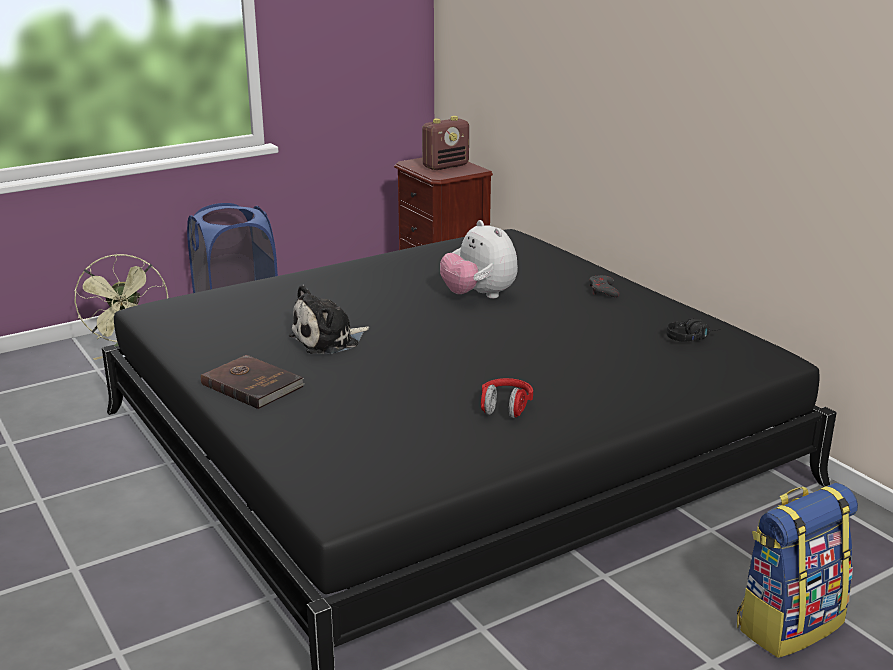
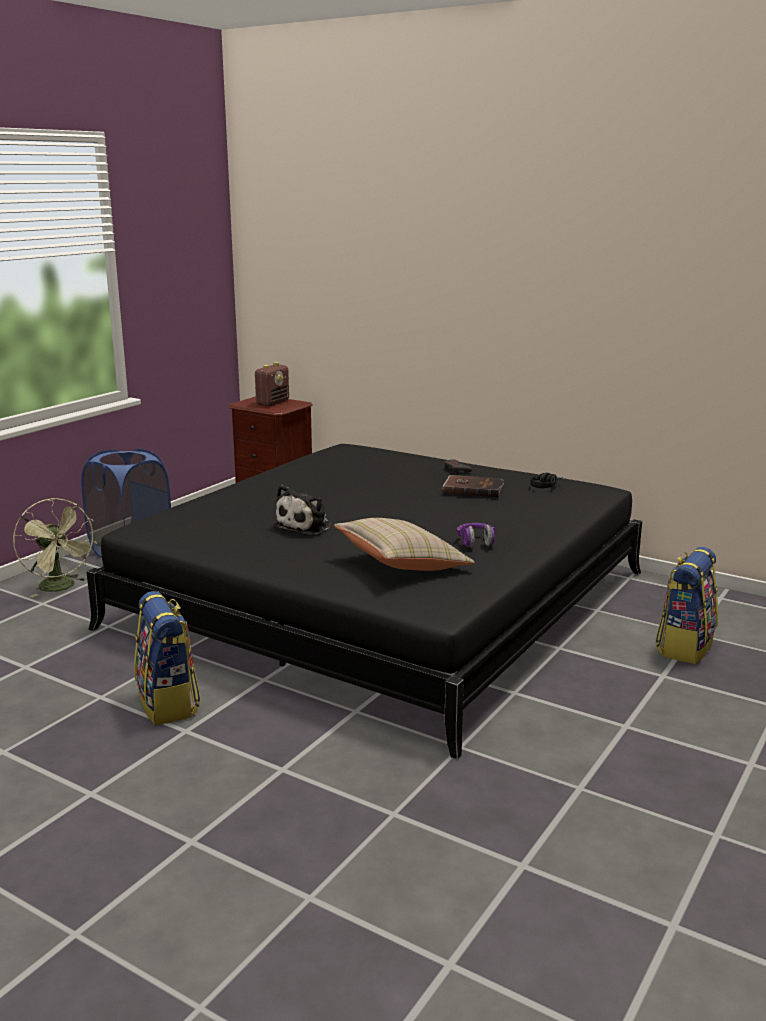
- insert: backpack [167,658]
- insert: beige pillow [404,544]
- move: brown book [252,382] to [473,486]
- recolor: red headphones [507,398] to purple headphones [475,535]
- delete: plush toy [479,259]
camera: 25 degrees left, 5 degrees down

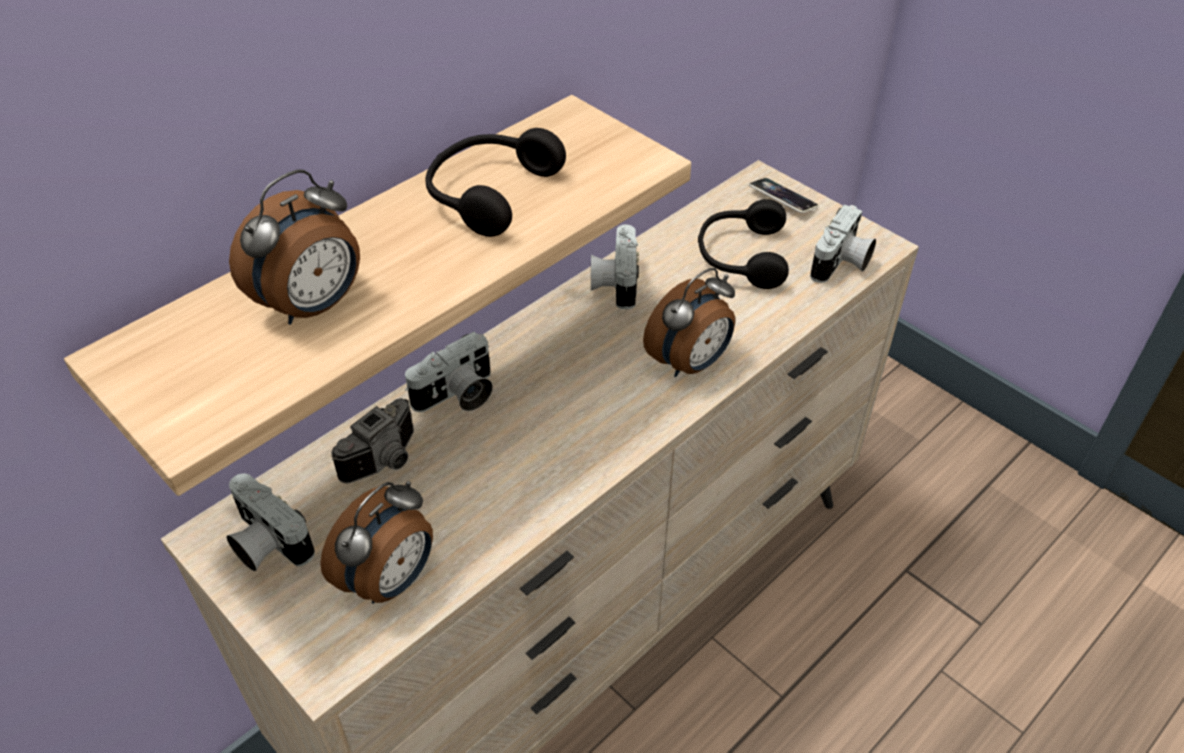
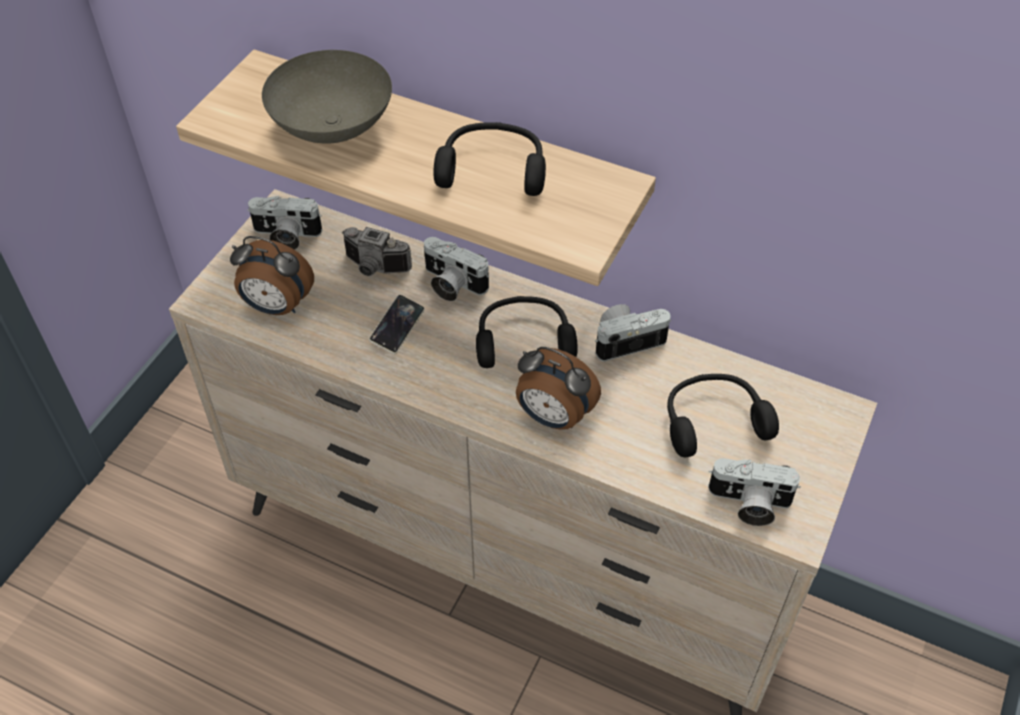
- rotate: photo camera [270,522] = [285,223] 105 degrees counterclockwise
- replace: alarm clock [294,247] to grey bowl [327,97]
- move: phone [783,195] to [397,324]
- insert: black headphones [527,332]
camera: 70 degrees right, 5 degrees up

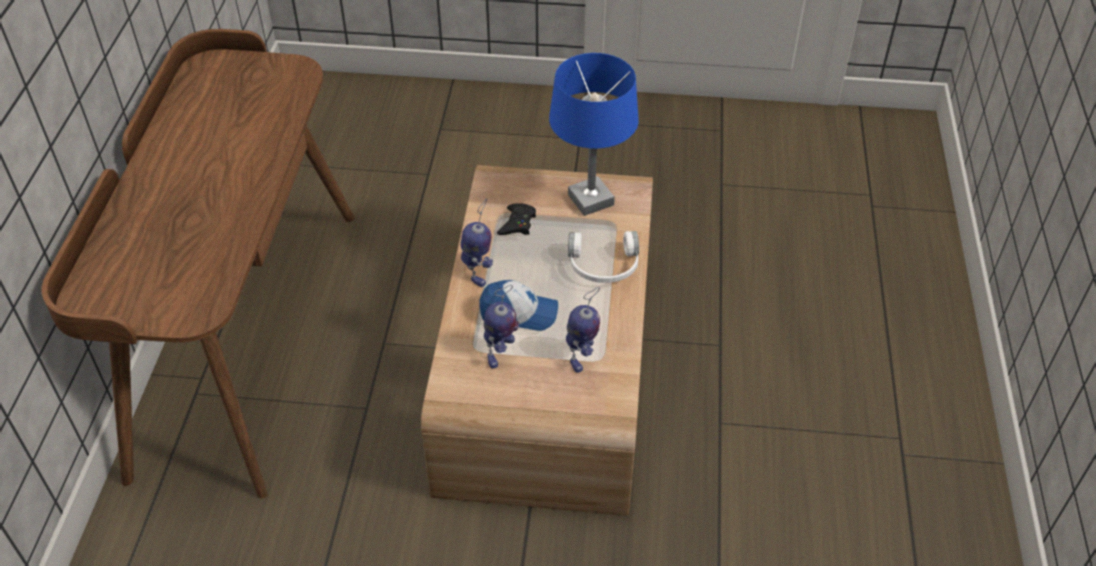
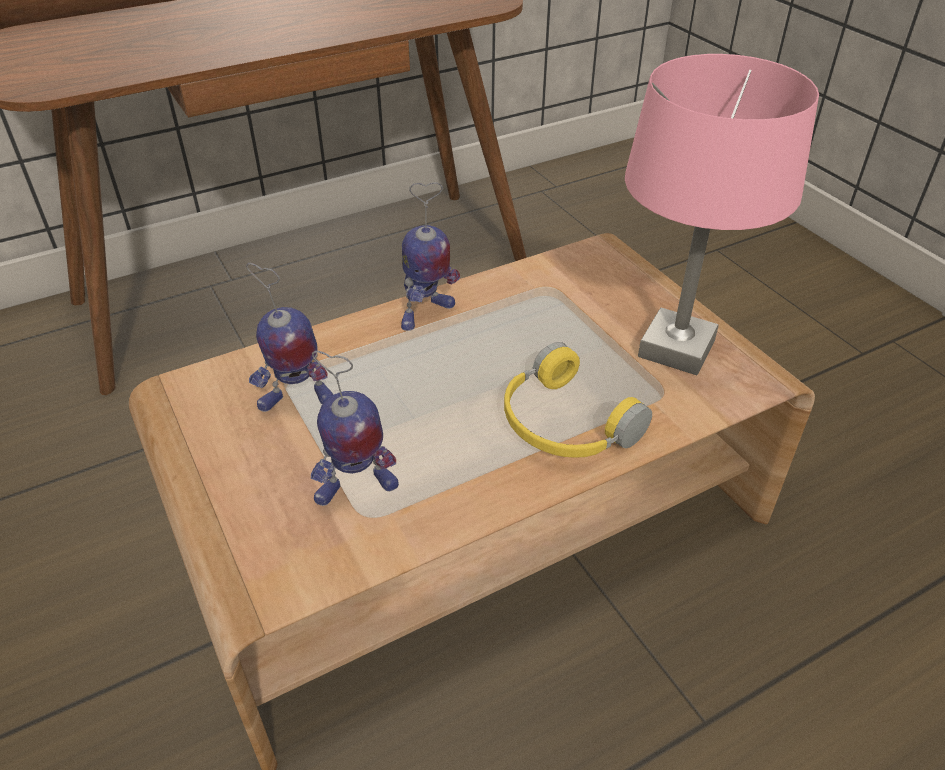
- recolor: white headphones [603,257] to yellow headphones [578,400]
- recolor: blue table lamp [594,134] to pink table lamp [722,214]
- delete: cap [518,305]
- delete: black game controller [516,219]
camera: 55 degrees right, 5 degrees down

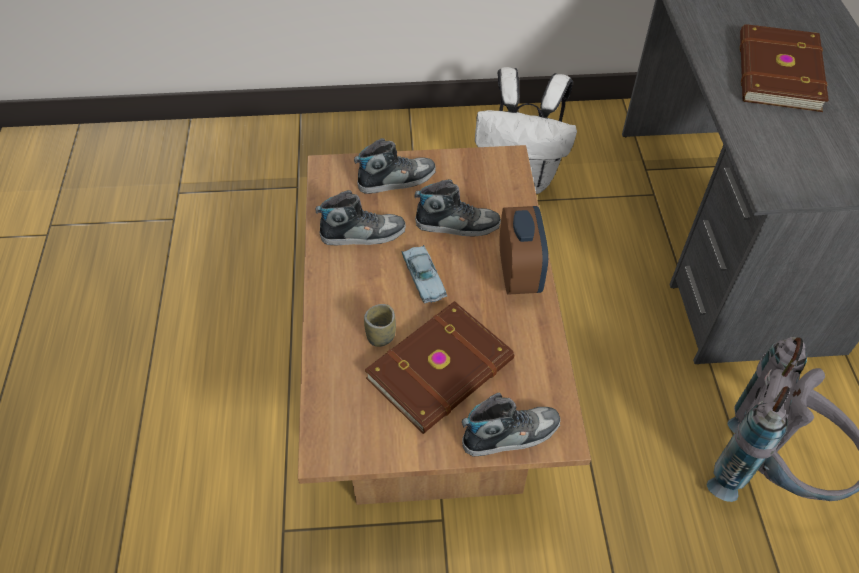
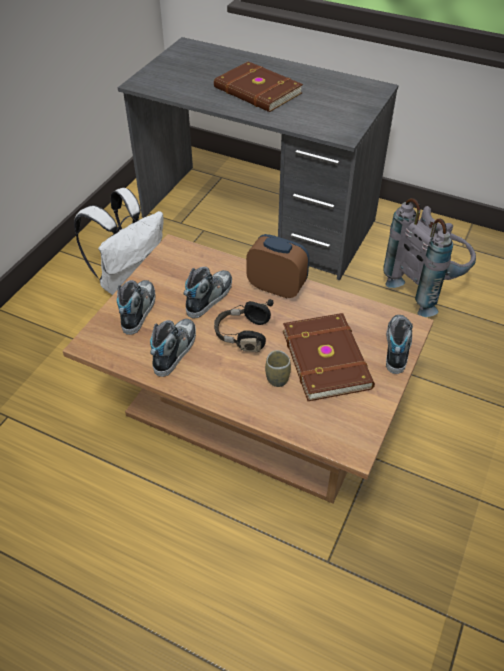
- replace: blue toy car [424,274] to black headphones [244,325]
camera: 60 degrees left, 5 degrees down

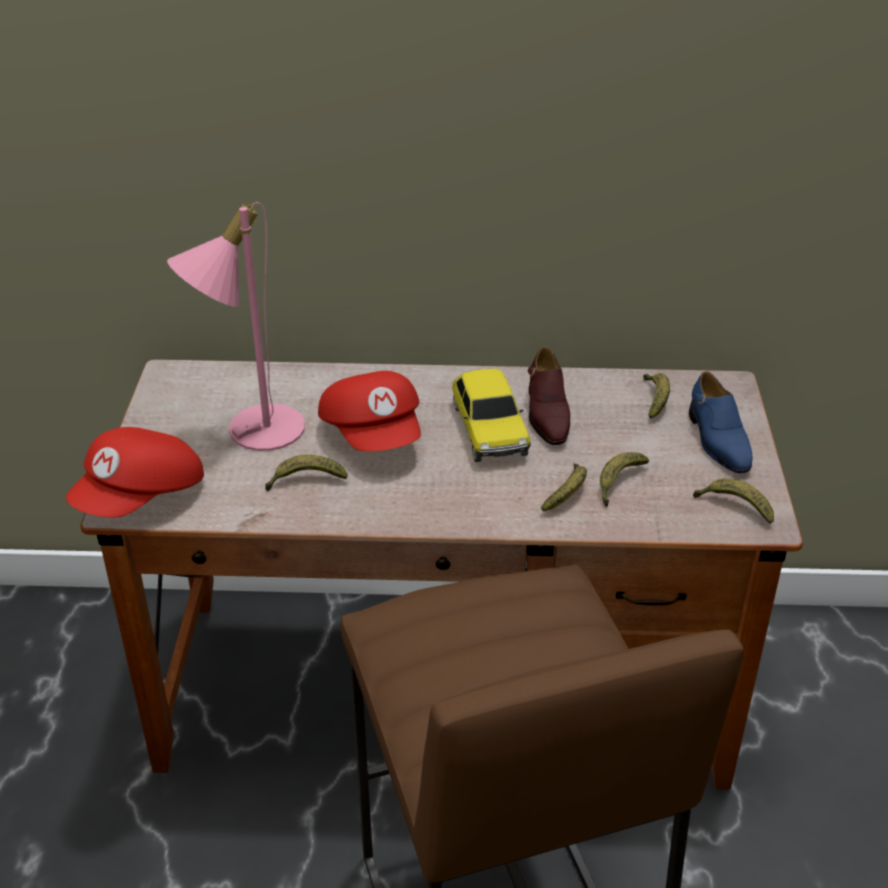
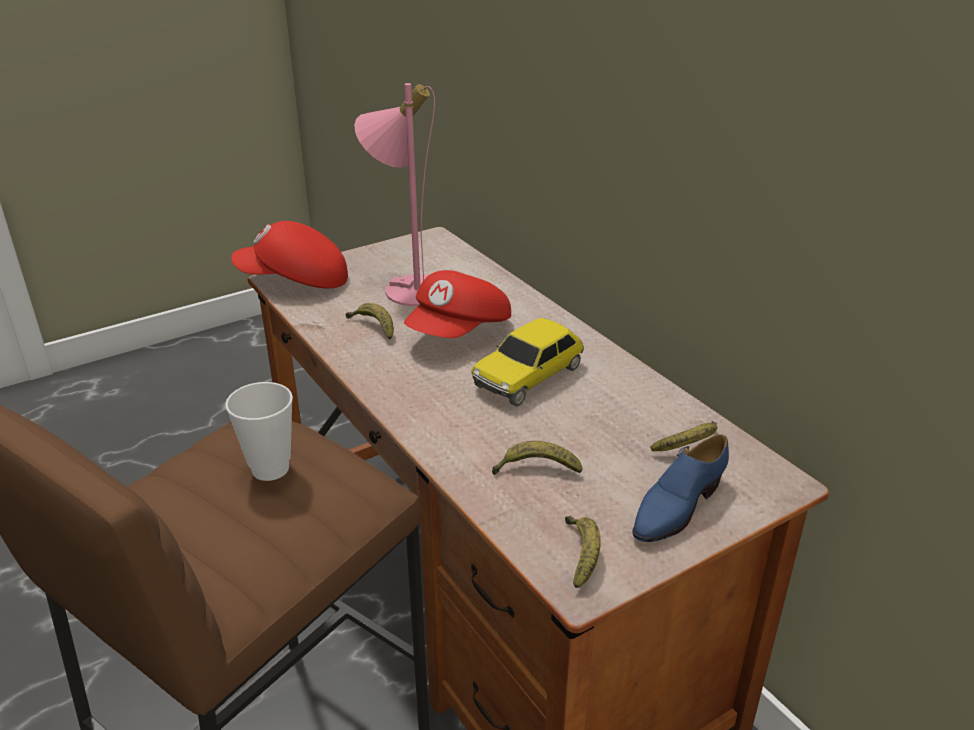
- insert: cup [259,431]
- delete: brown shoe [549,395]
- delete: banana [564,487]
camera: 55 degrees right, 5 degrees down

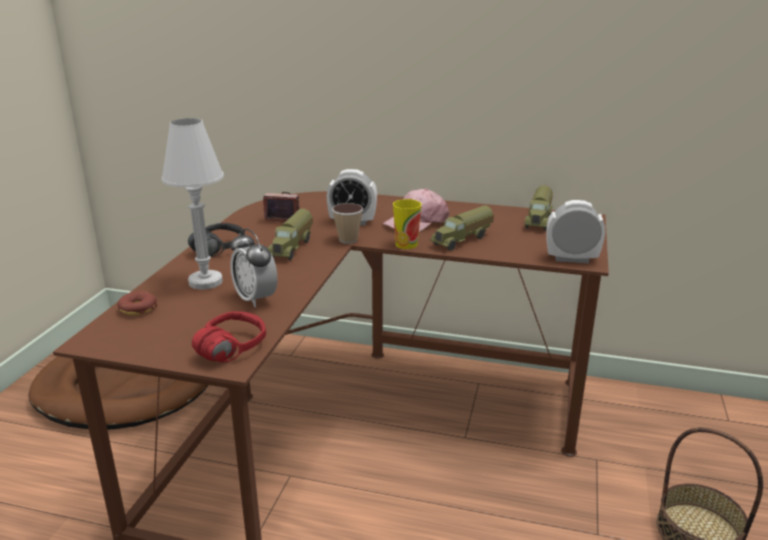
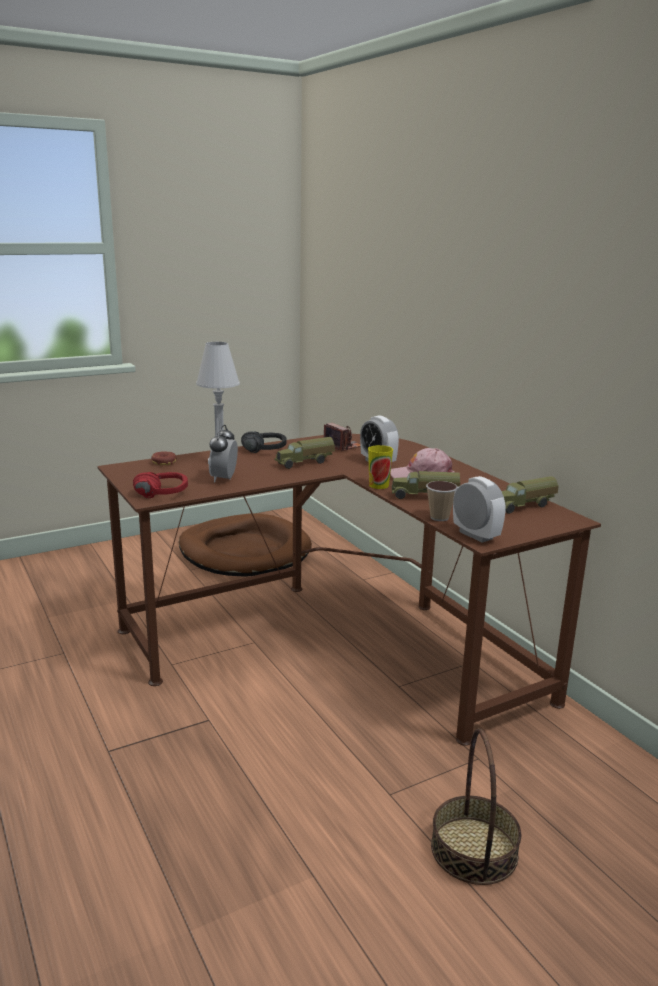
- move: cup [347,223] to [442,501]
camera: 45 degrees right, 5 degrees down

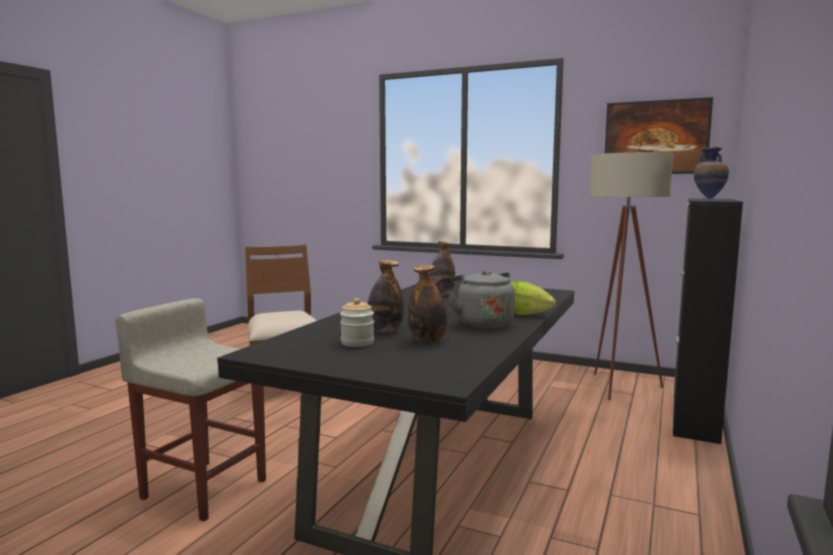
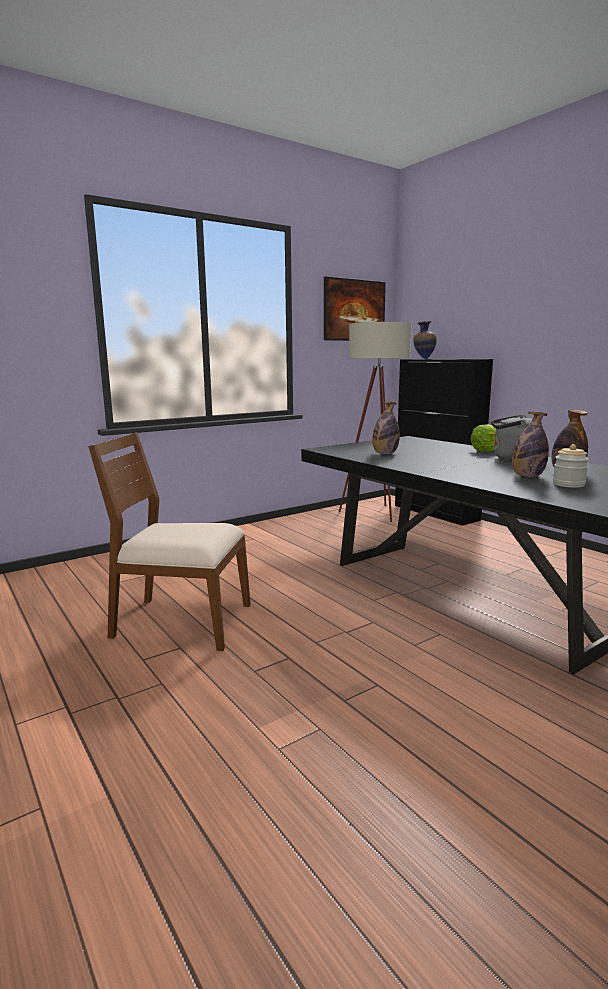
- delete: beige stool [190,409]
camera: 60 degrees left, 5 degrees up

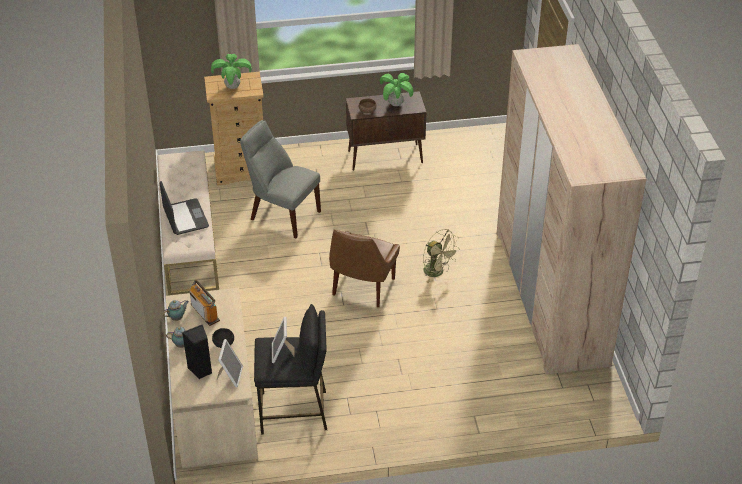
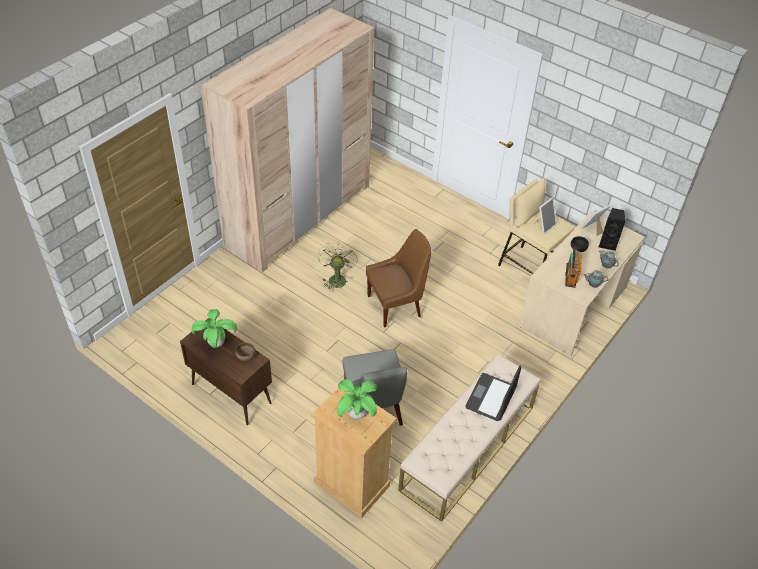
- recolor: black stool [290,369] to beige stool [536,226]
camera: 135 degrees left, 5 degrees up

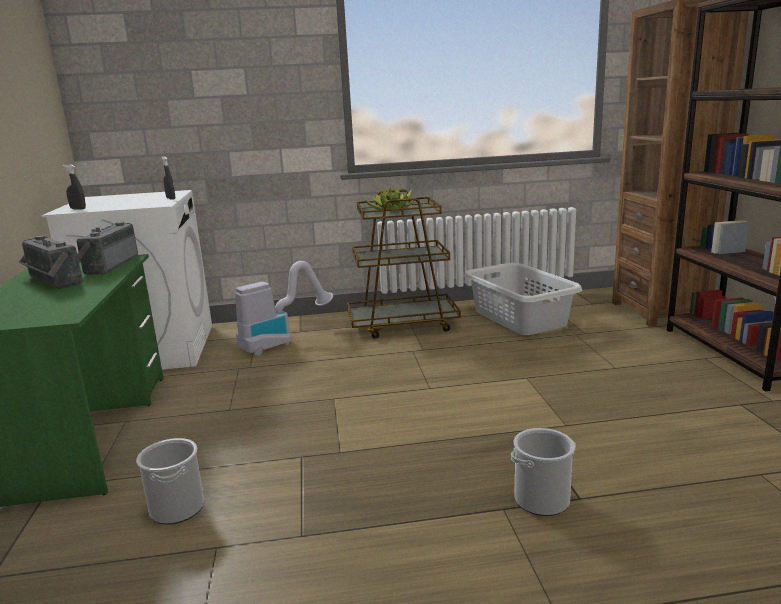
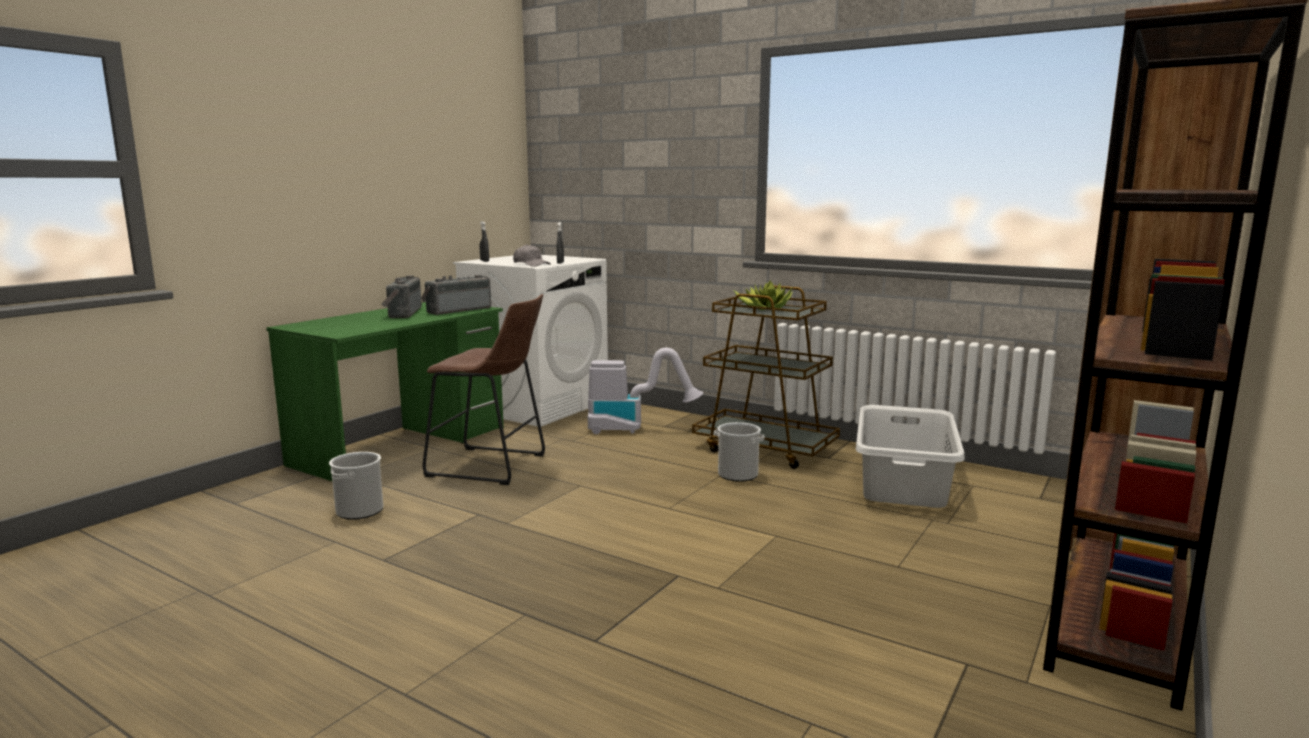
- insert: brown stool [484,389]
- insert: grey cap [532,255]
- move: bucket [543,472] to [739,452]
camera: 40 degrees right, 5 degrees down

